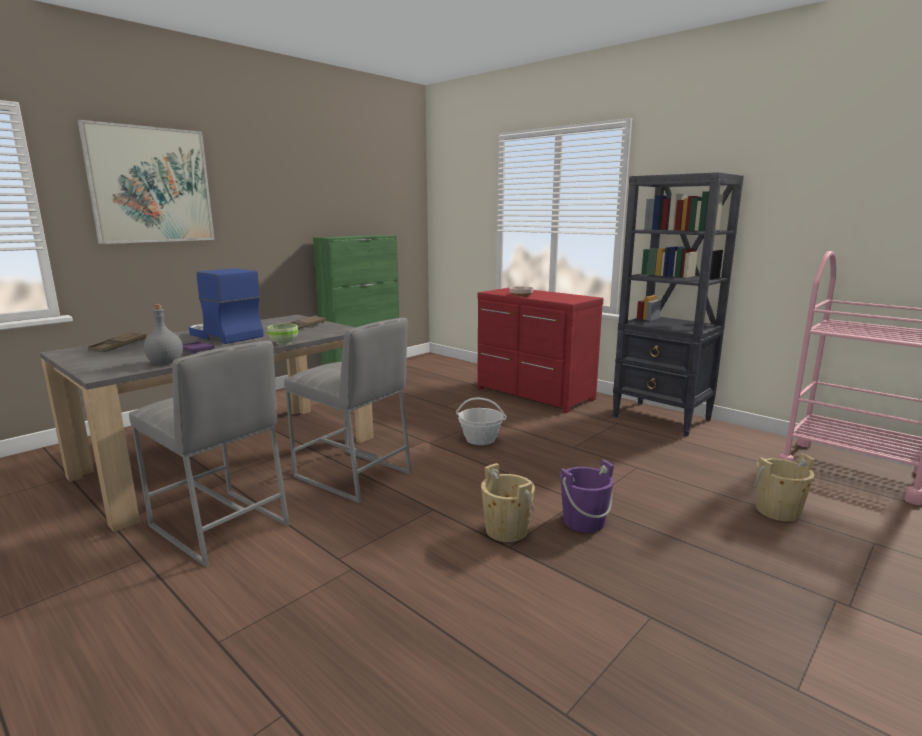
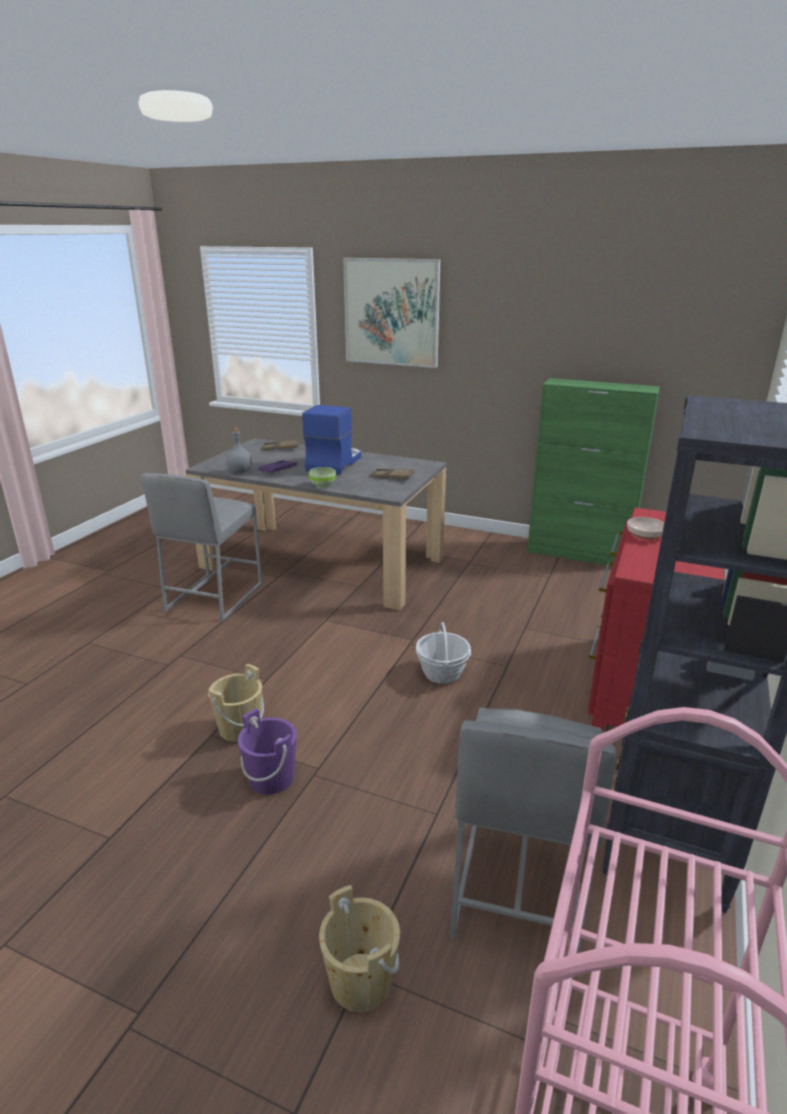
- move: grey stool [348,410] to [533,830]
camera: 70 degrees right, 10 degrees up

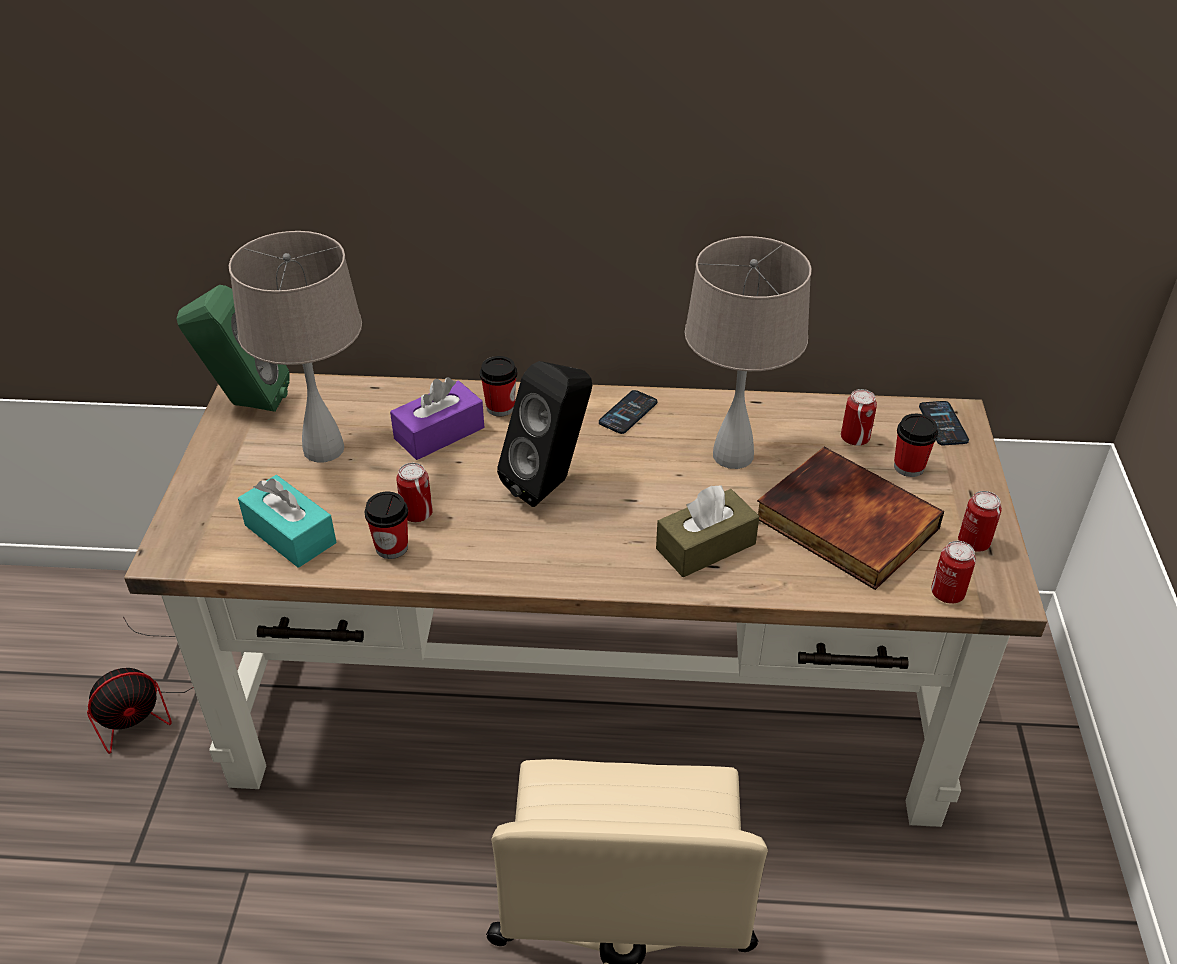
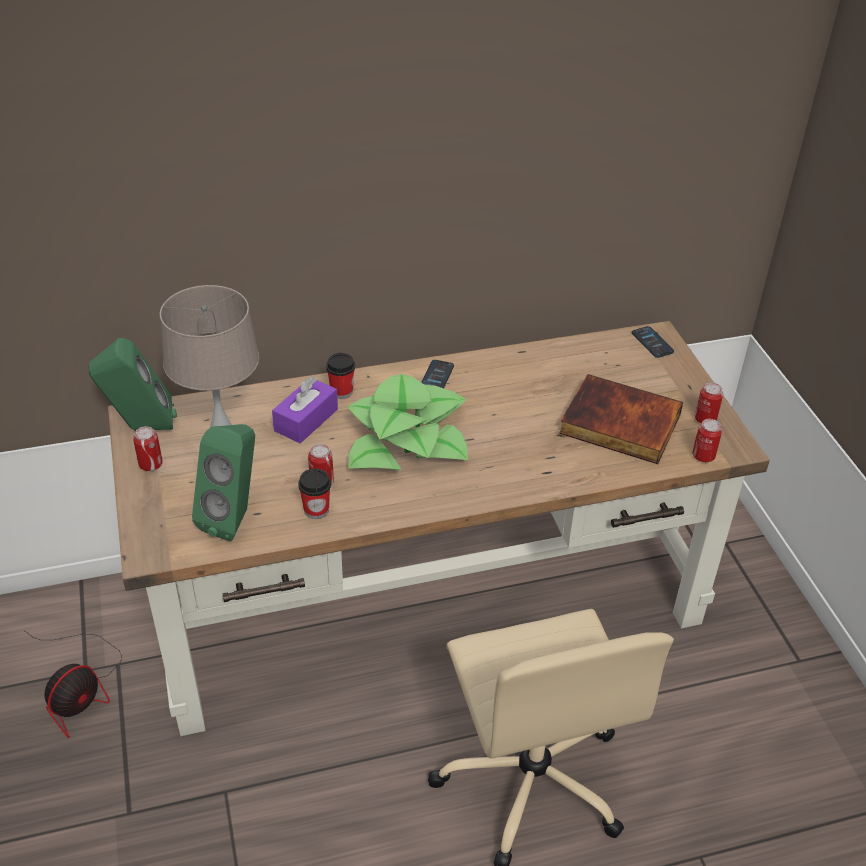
- move: can [859,417] to [148,448]
- replace: turquoise tissue box [287,521] to green speaker [223,482]
- replace: black speaker [544,434] to potted plant [407,422]
- delete: brown tissue box [707,531]
- delete: beige table lamp [748,352]
- delete: cup [916,445]
camera: 20 degrees left, 0 degrees up

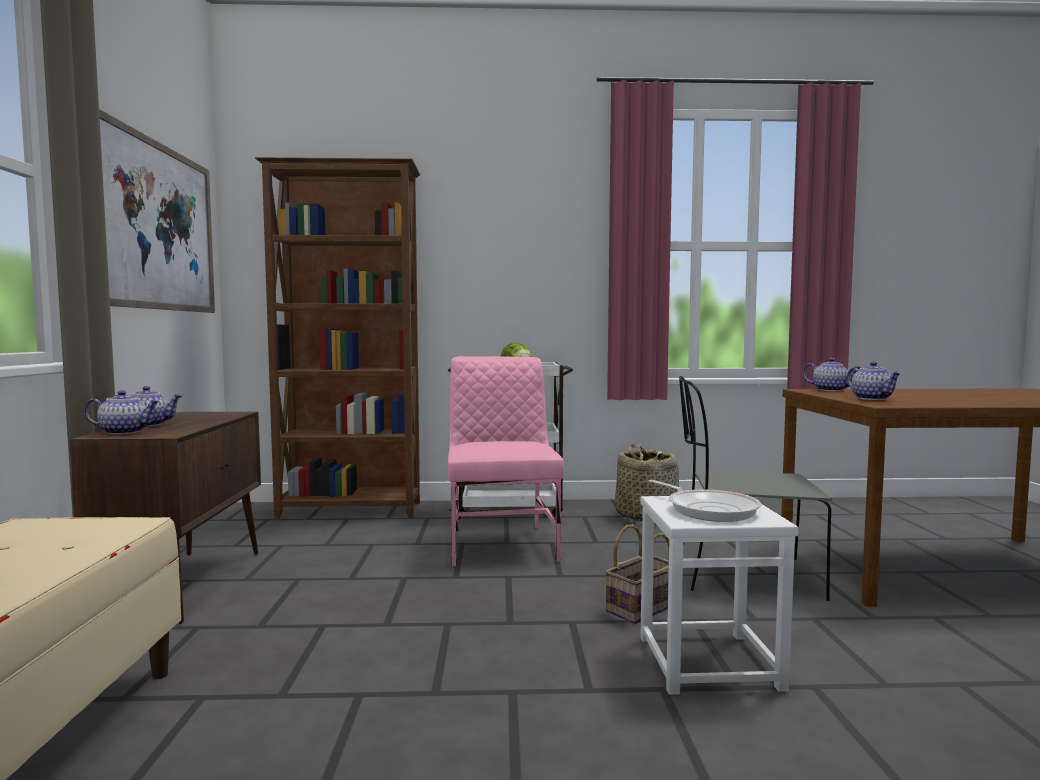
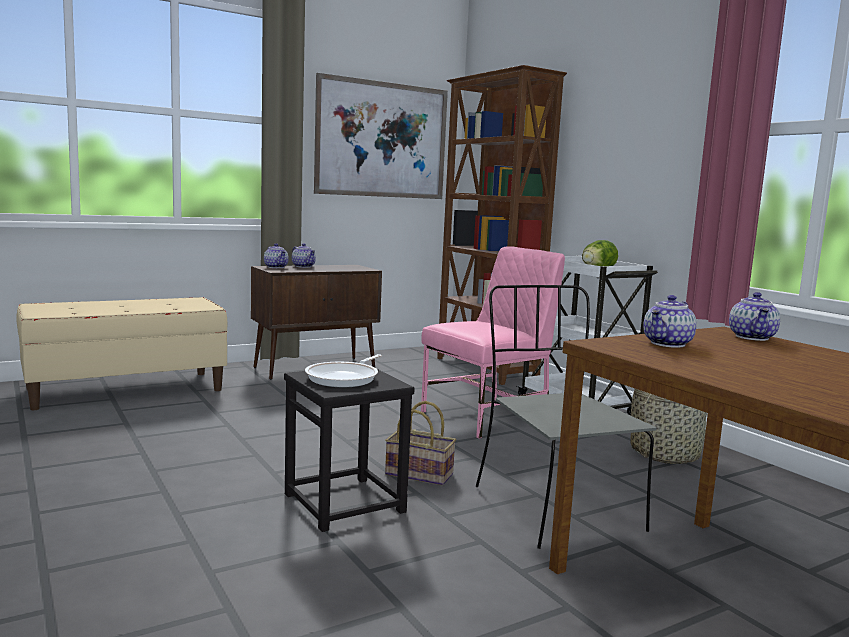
- recolor: white stool [719,595] to black stool [349,450]
camera: 60 degrees right, 5 degrees up

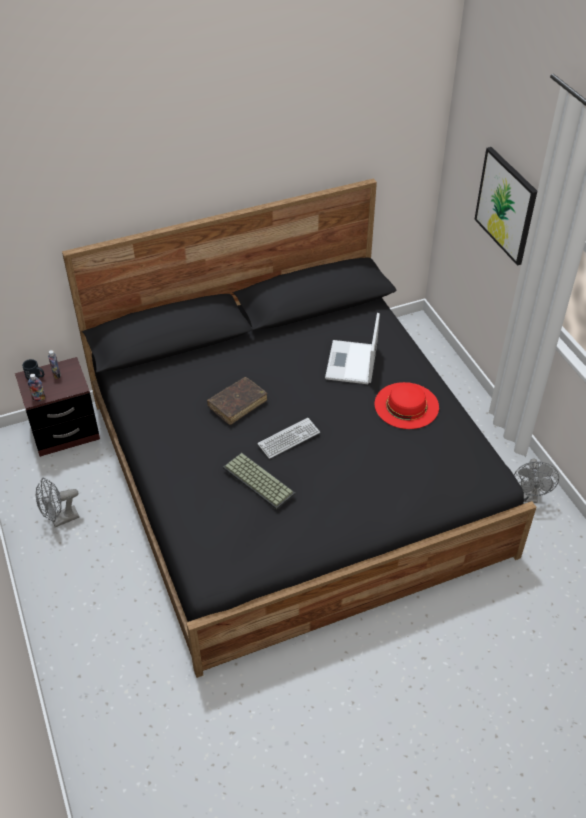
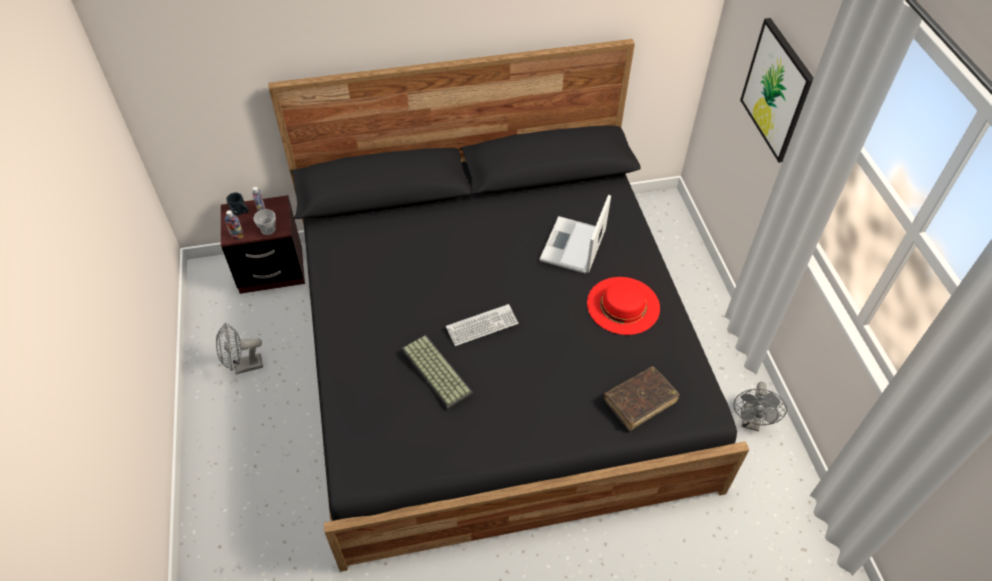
- insert: cup [264,222]
- move: brown book [237,401] to [642,398]
camera: 10 degrees right, 5 degrees up

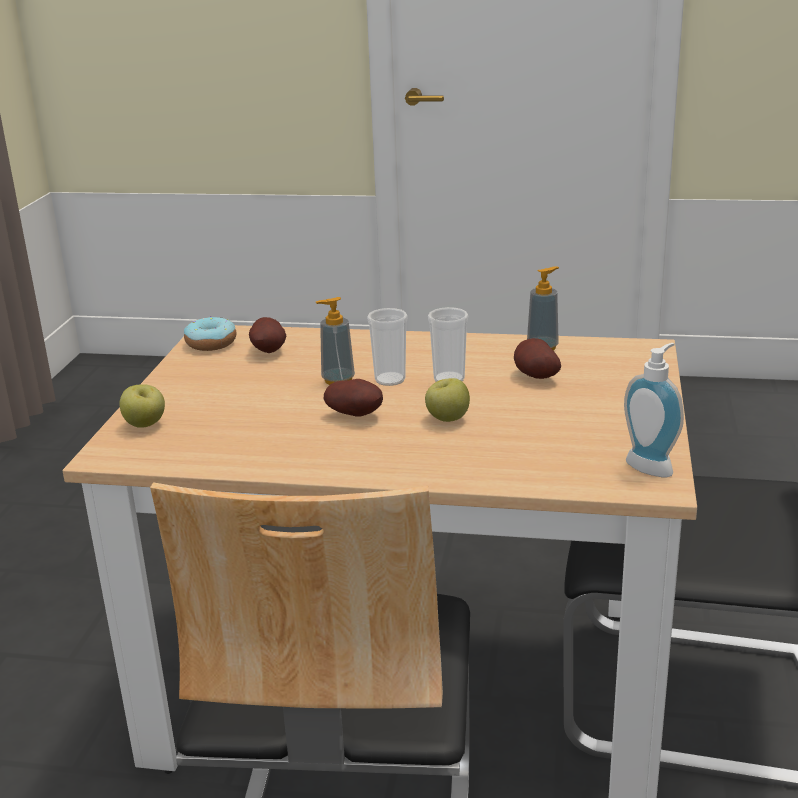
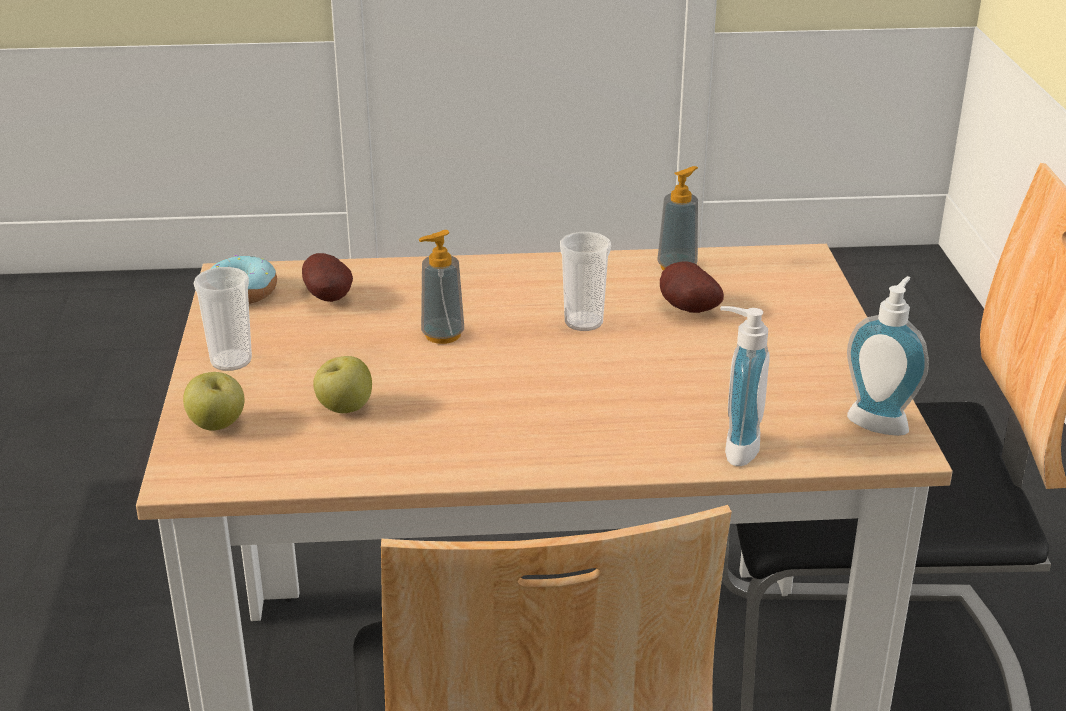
- move: cup [387,347] to [223,319]
- move: apple [447,400] to [342,384]
- insert: soap dispenser [745,386]
- delete: potato [353,397]
camera: 15 degrees left, 5 degrees up

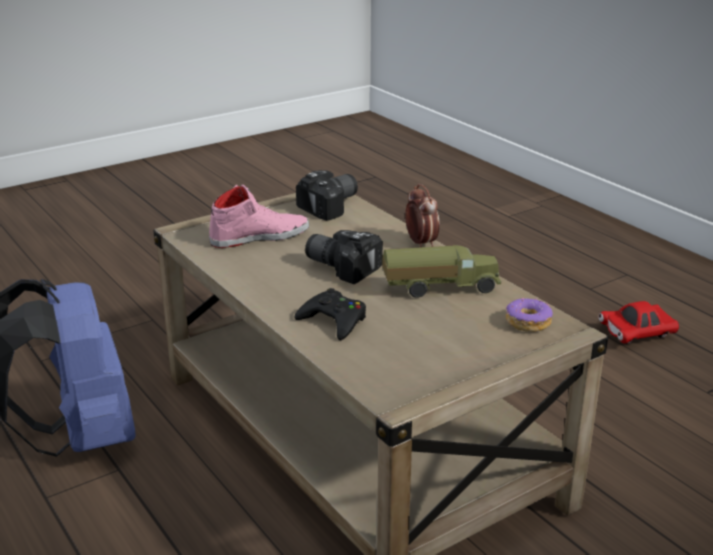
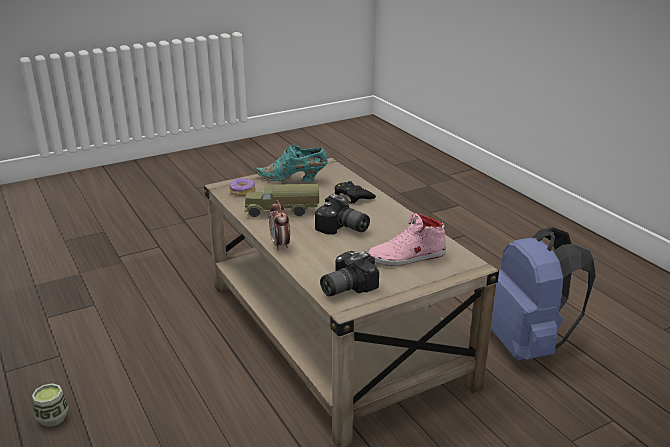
- replace: red toy car [638,322] to cup [50,405]
- insert: turquoise shoe [291,163]
camera: 175 degrees left, 0 degrees up

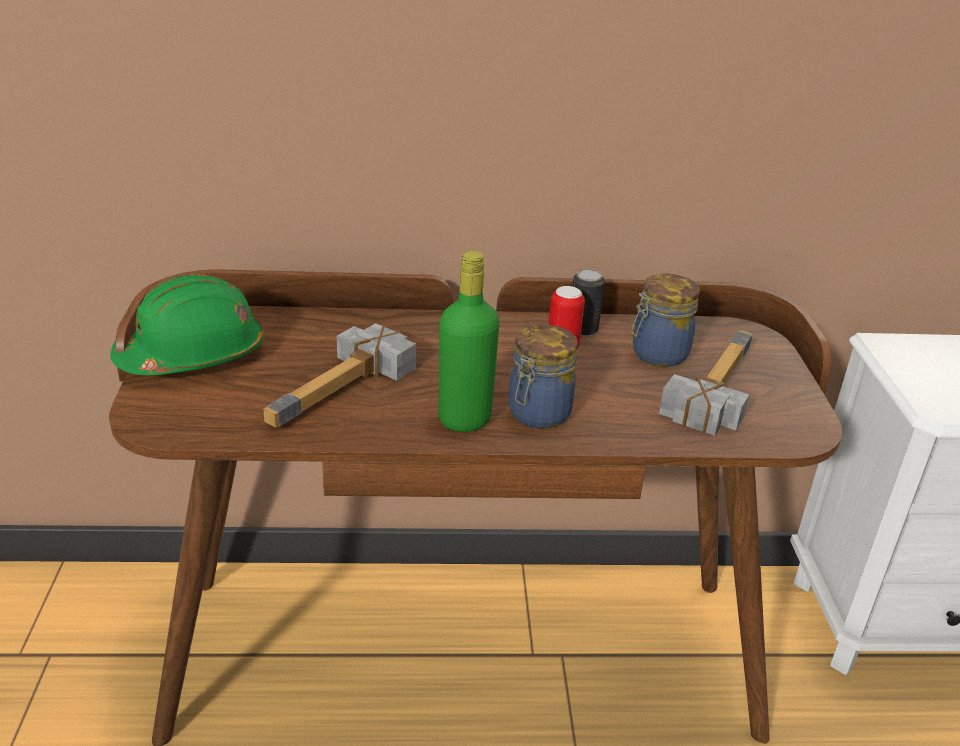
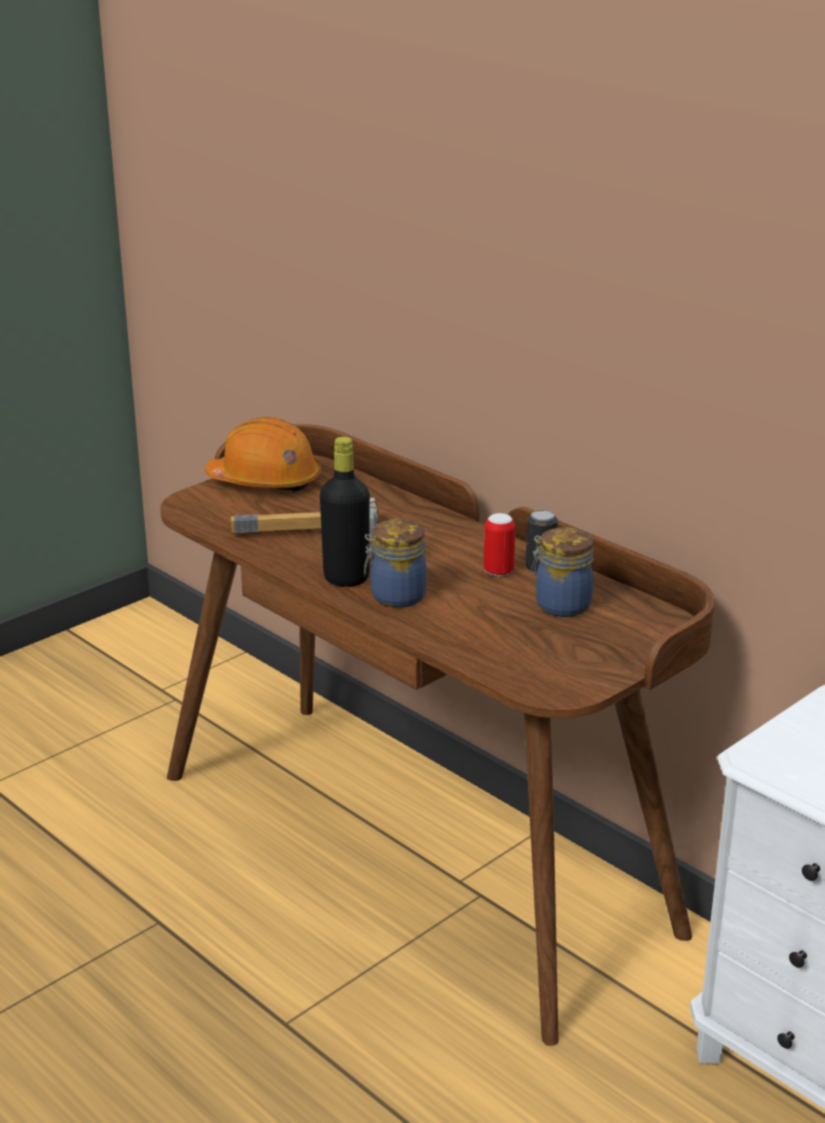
- recolor: green hard hat [187,324] to orange hard hat [263,454]
- recolor: green bottle [469,341] to black bottle [345,512]
- delete: hammer [706,383]
camera: 50 degrees right, 5 degrees down

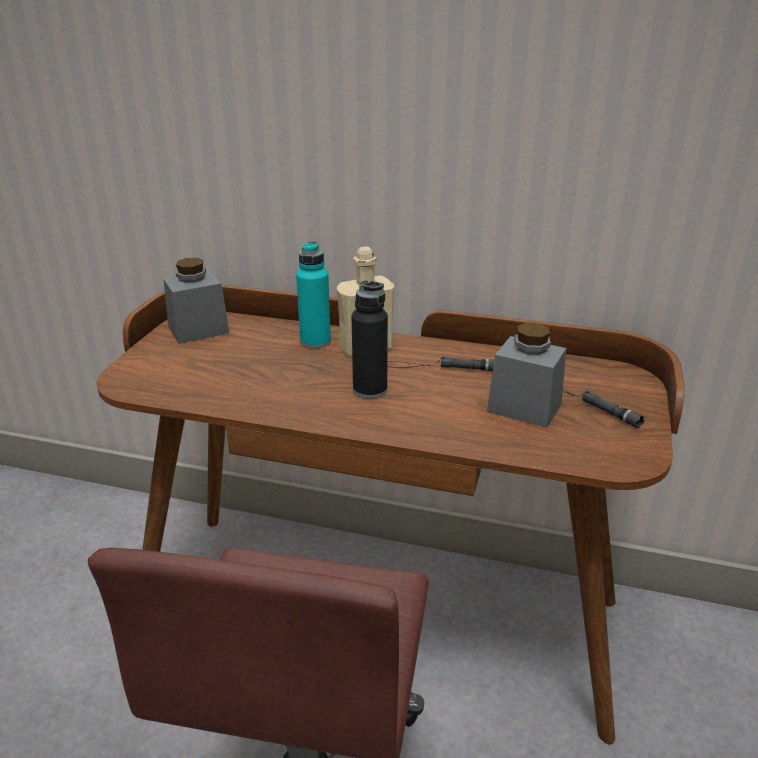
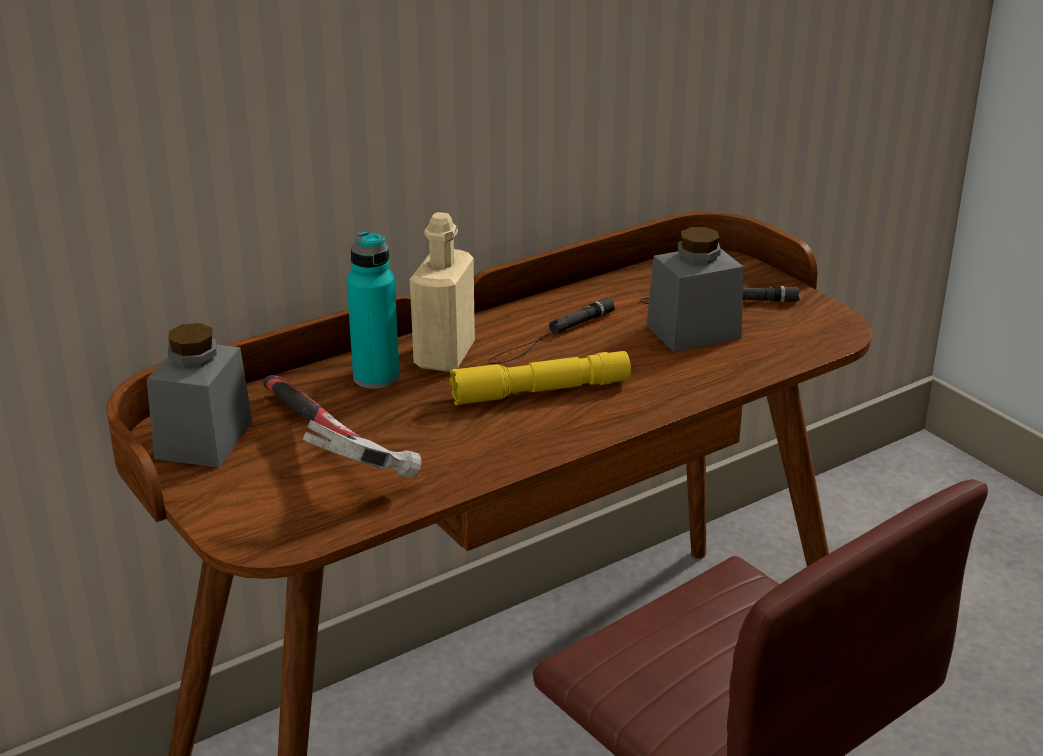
- insert: hammer [342,426]
- replace: black bottle [369,339] to yellow flashlight [540,378]
camera: 50 degrees left, 0 degrees up

